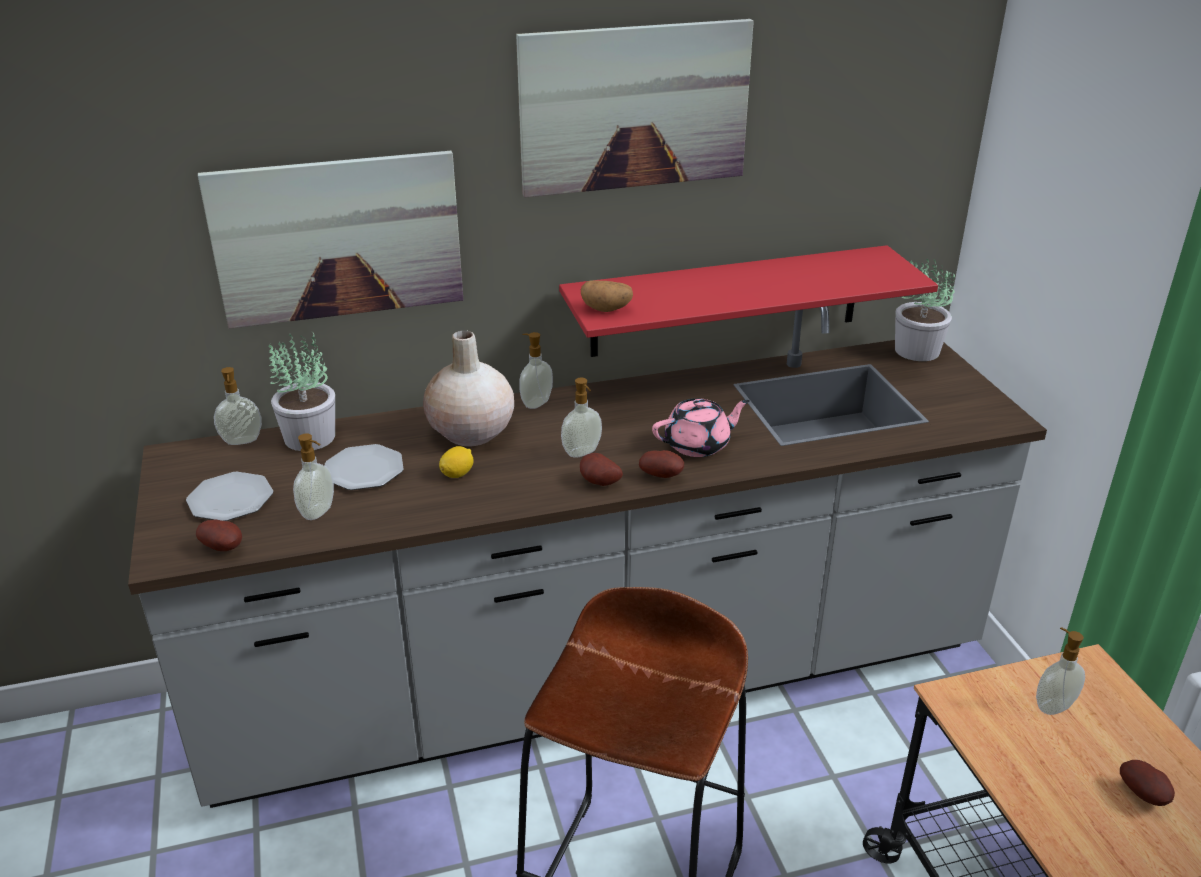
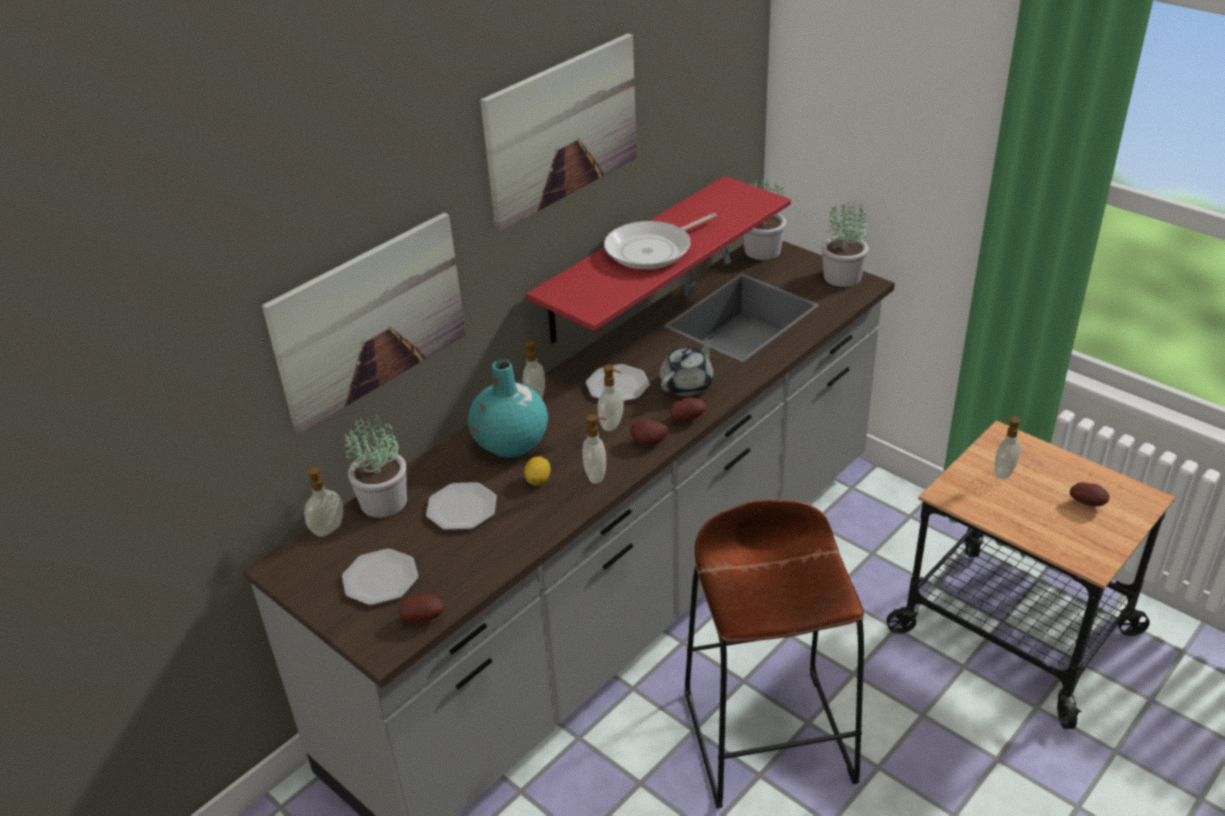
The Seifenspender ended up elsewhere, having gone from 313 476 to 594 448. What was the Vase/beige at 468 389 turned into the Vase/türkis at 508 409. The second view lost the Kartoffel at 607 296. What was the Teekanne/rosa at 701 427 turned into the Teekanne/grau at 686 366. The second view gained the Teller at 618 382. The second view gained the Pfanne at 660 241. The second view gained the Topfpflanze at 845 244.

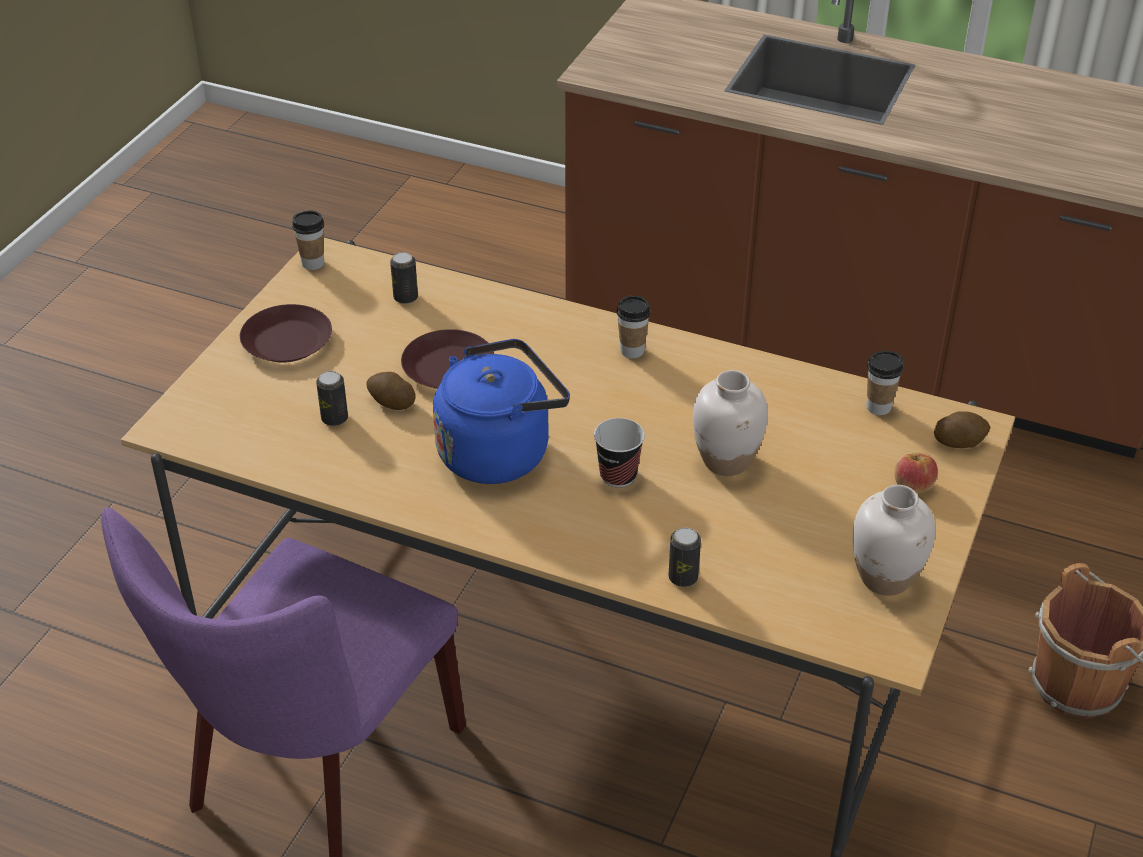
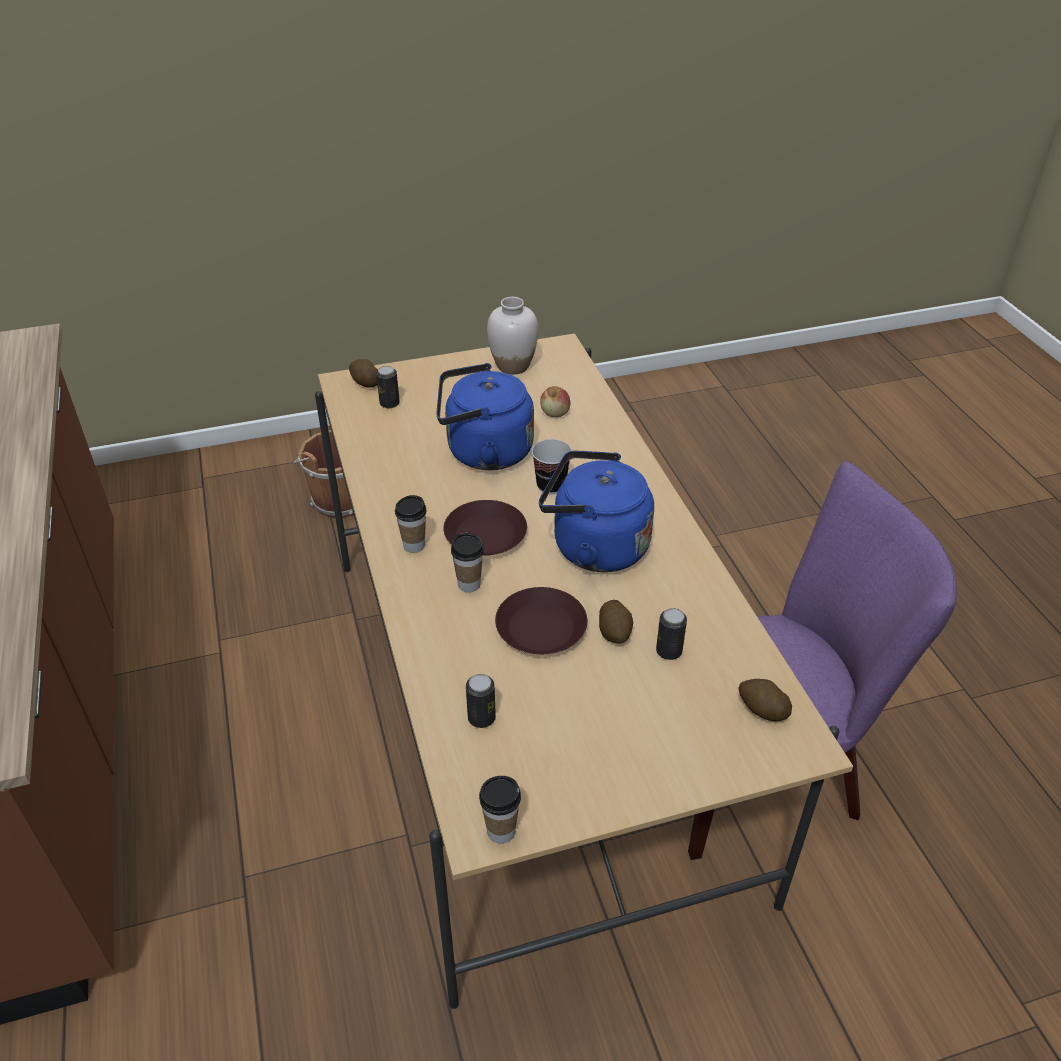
The Teller/braun ended up elsewhere, having gone from 286 333 to 485 528. The Dose ended up elsewhere, having gone from 684 557 to 388 387. Where the Vase/weiß stood at 730 423, the Wasserkessel/blau came to stand at 485 416. The Tasse ended up elsewhere, having gone from 885 383 to 467 563. The Apfel ended up elsewhere, having gone from 916 472 to 555 401. The second view gained the Kartoffel at 765 700.

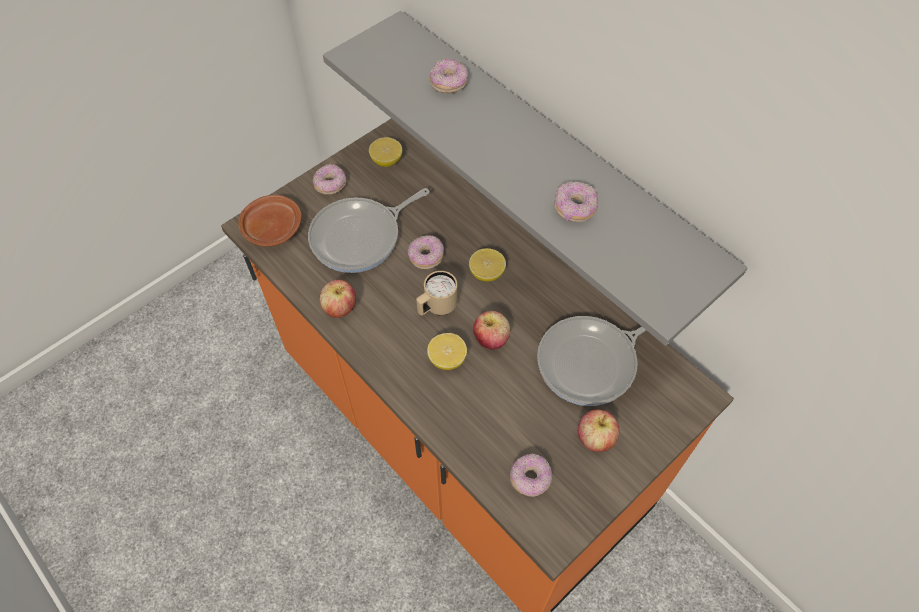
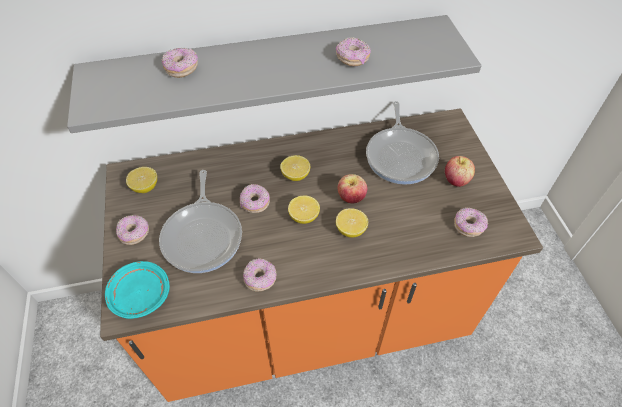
What was the Teller/braun at 270 221 turned into the Teller/türkis at 137 290. Where the Apfel stood at 338 299, the Donut came to stand at 260 275. Where the Henkelbecher/beige stood at 436 293, the Zitrone came to stand at 304 209.

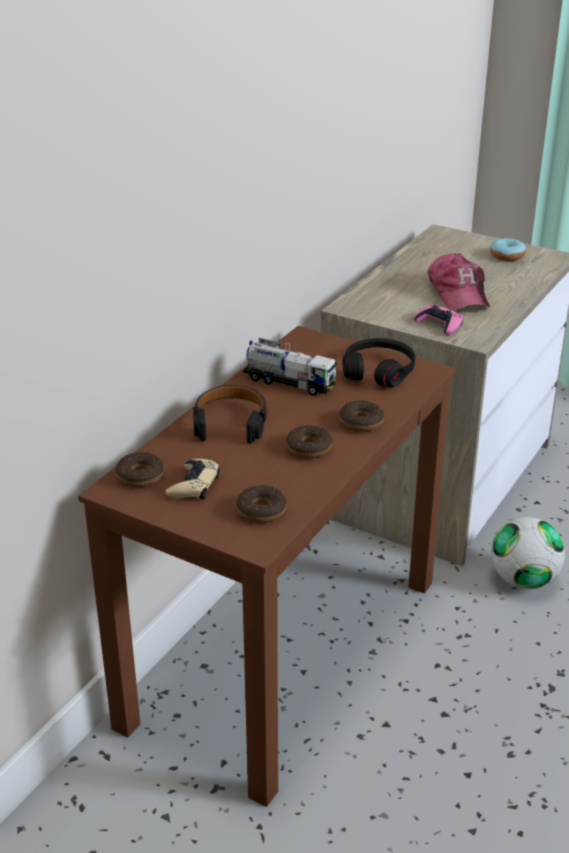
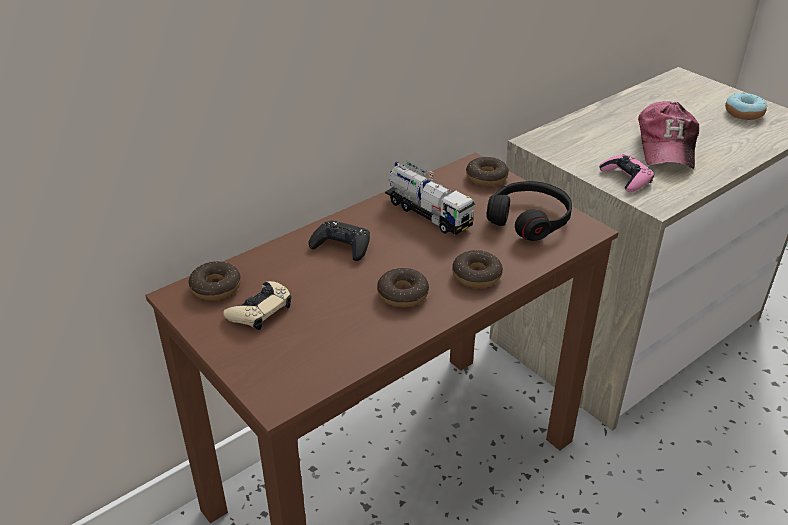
Where the Kopfhörer/schwarz stood at 230 414, the Gamepad/schwarz came to stand at 339 241. The Donut ended up elsewhere, having gone from 261 504 to 487 171. The second view lost the Fußball at 528 553.

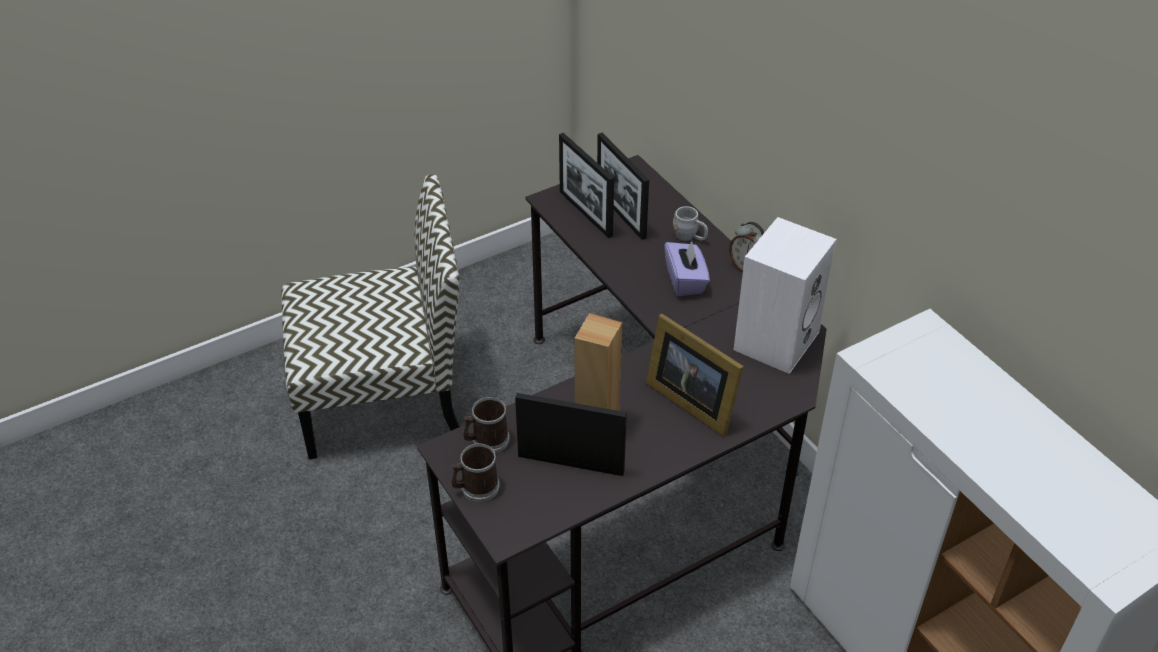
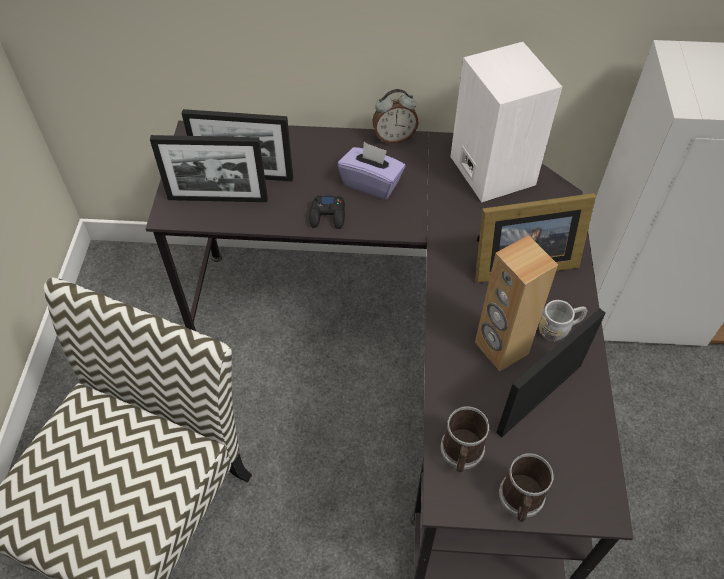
The Henkelbecher/grau ended up elsewhere, having gone from 690 223 to 563 320. The second view gained the Gamepad/schwarz at 327 212.

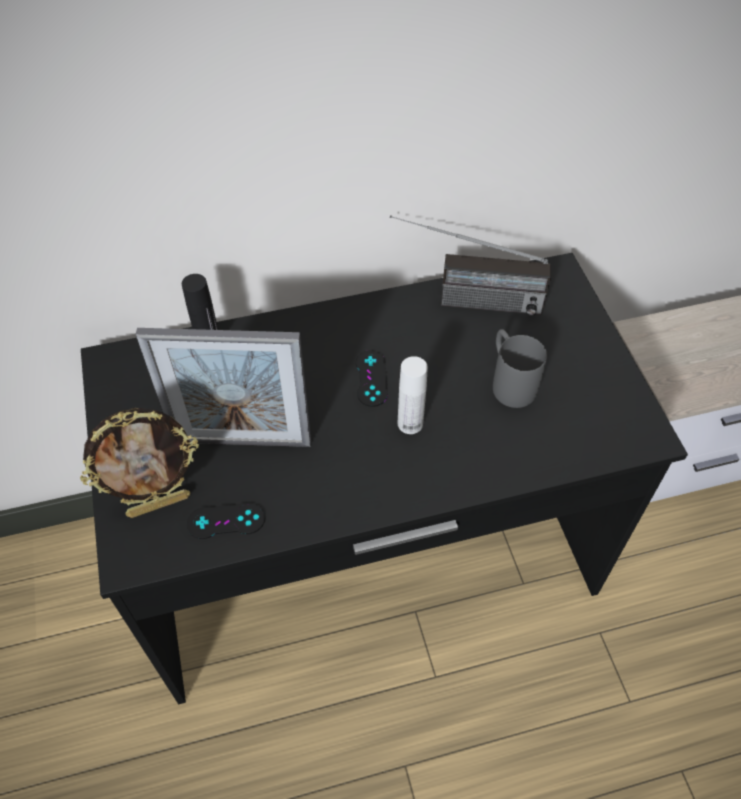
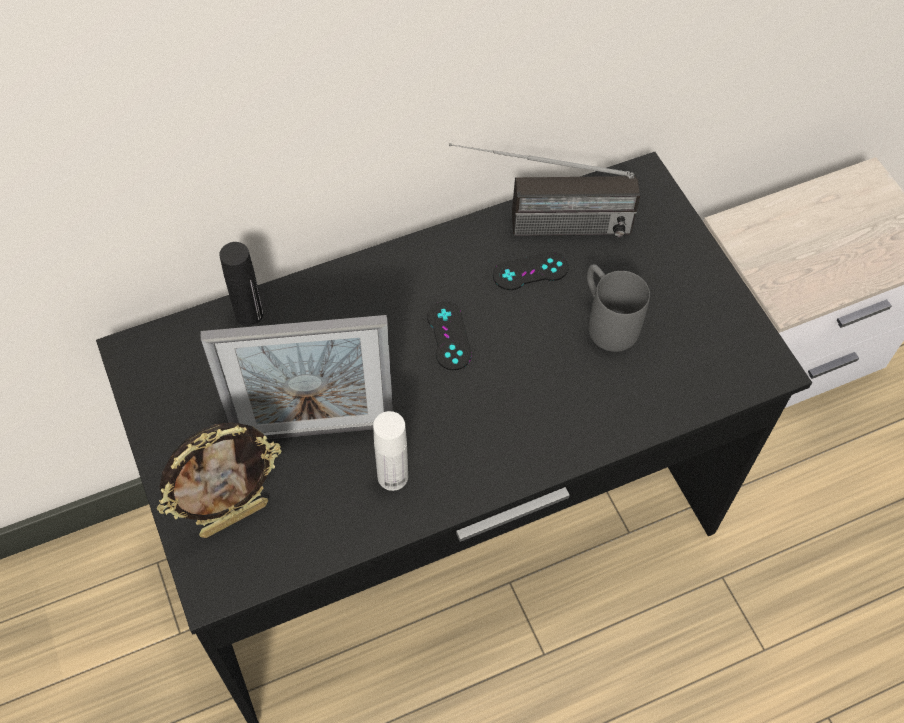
The Gamepad/schwarz ended up elsewhere, having gone from 226 521 to 531 271. The Flasche/weiß ended up elsewhere, having gone from 413 395 to 390 451.

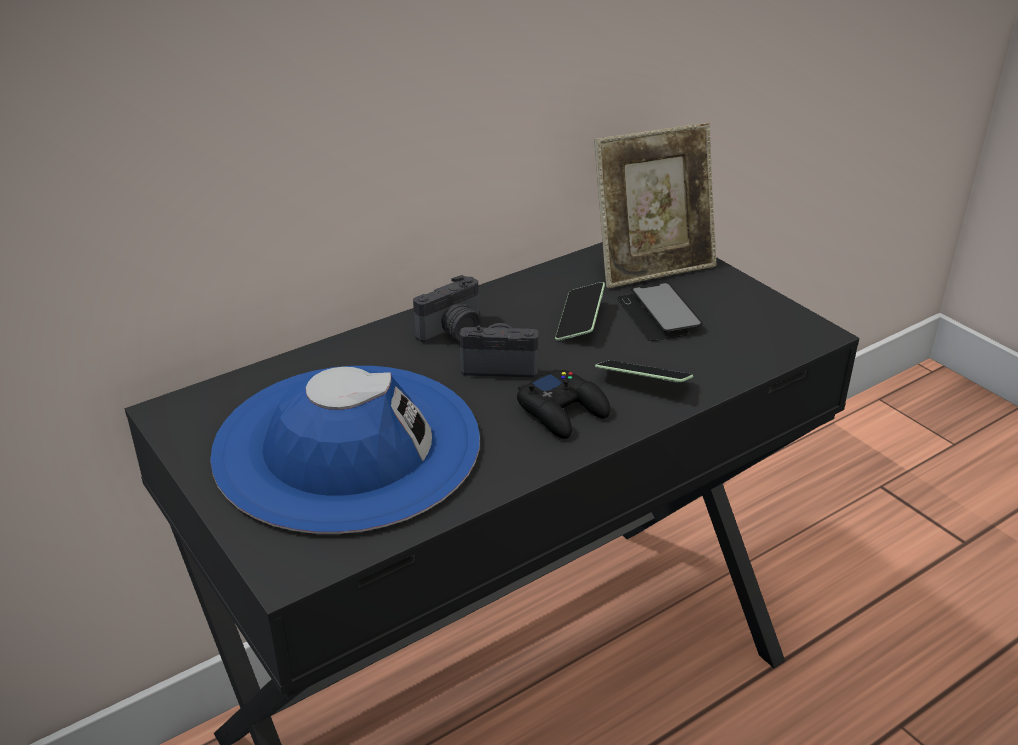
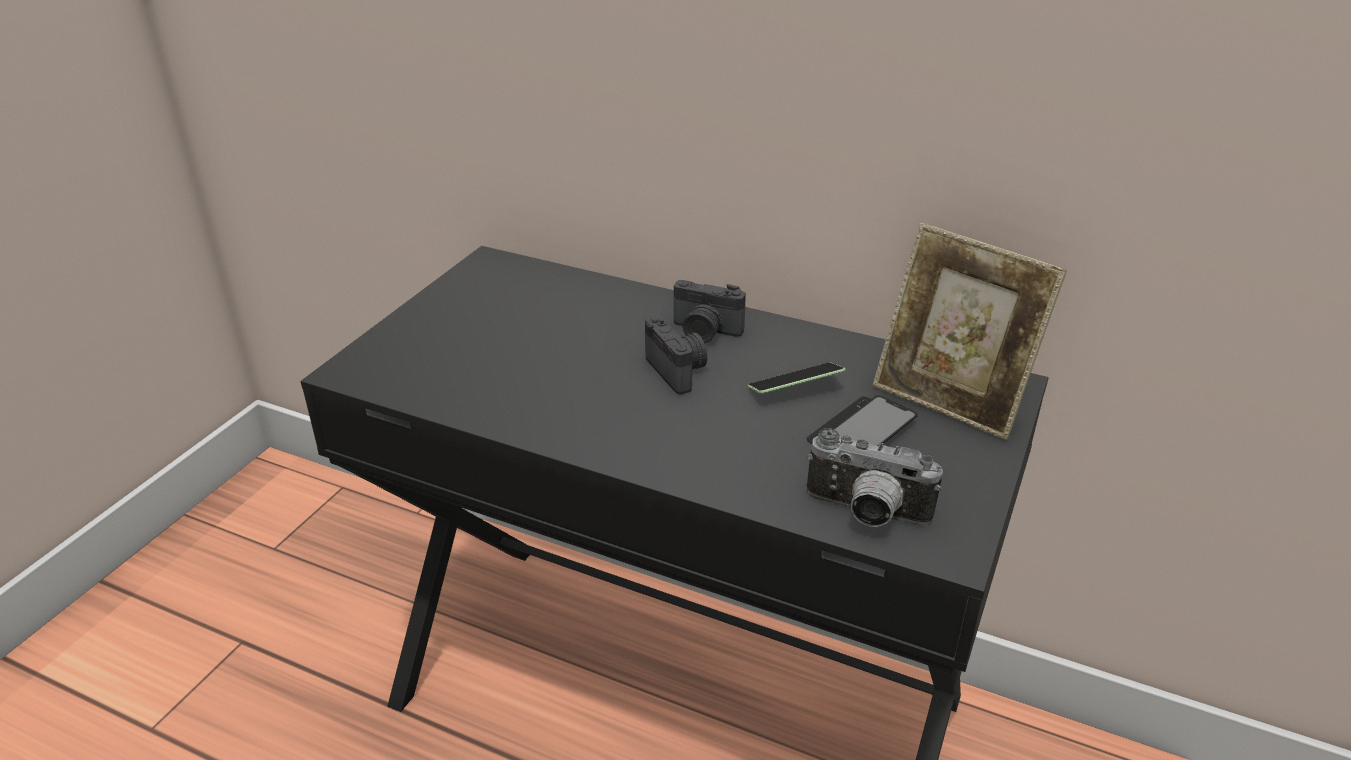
The second view lost the Hut/blau at 345 450. The second view lost the Gamepad/schwarz at 563 404. The second view lost the Handy at 644 371. The second view gained the Kamera at 875 477.

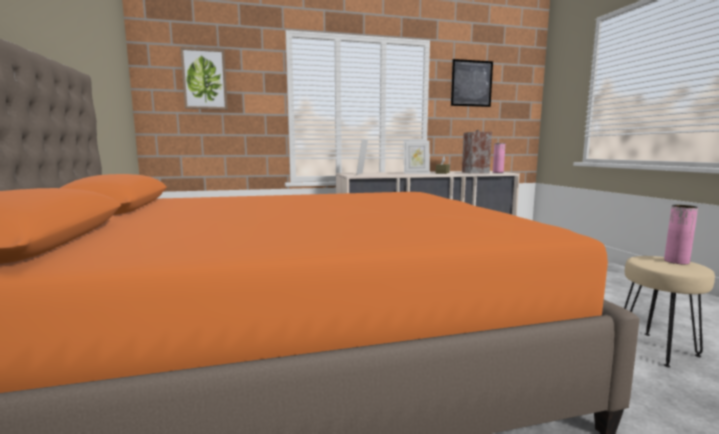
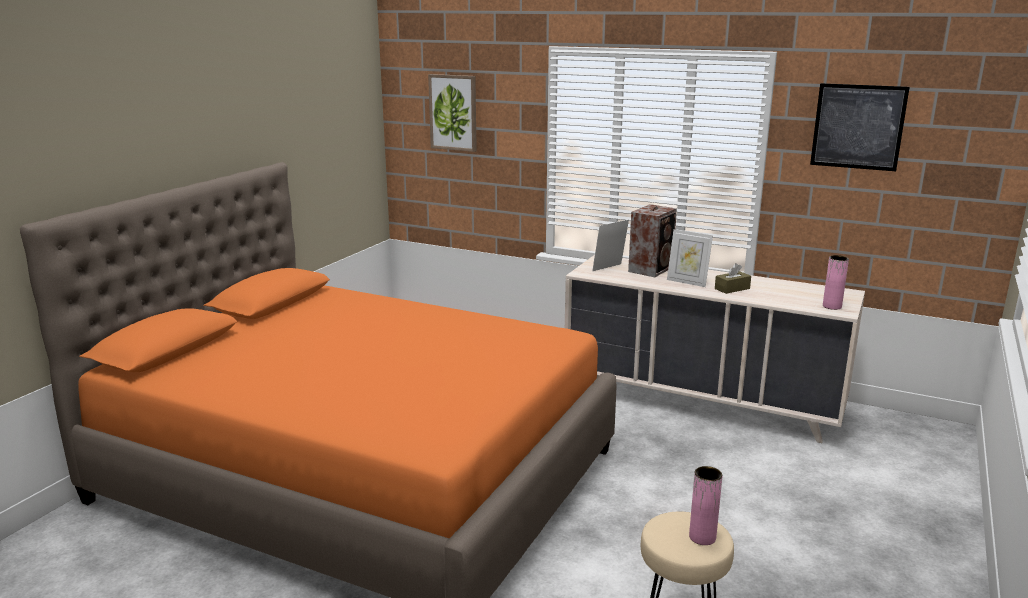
The Lautsprecher ended up elsewhere, having gone from 477 152 to 652 240.

